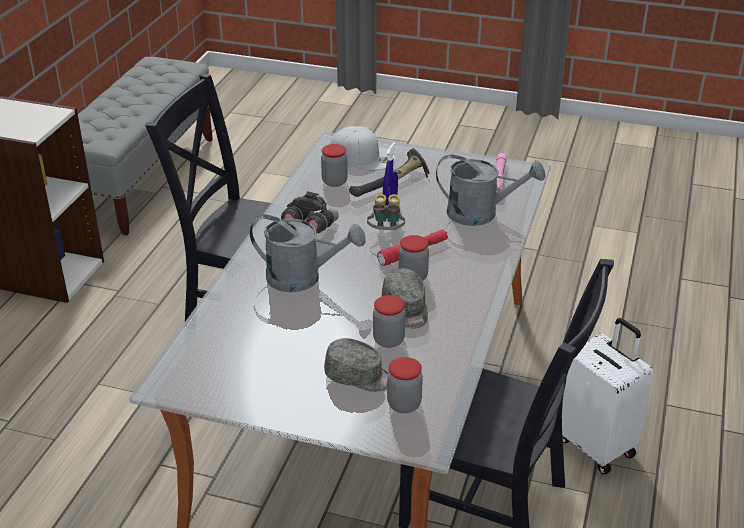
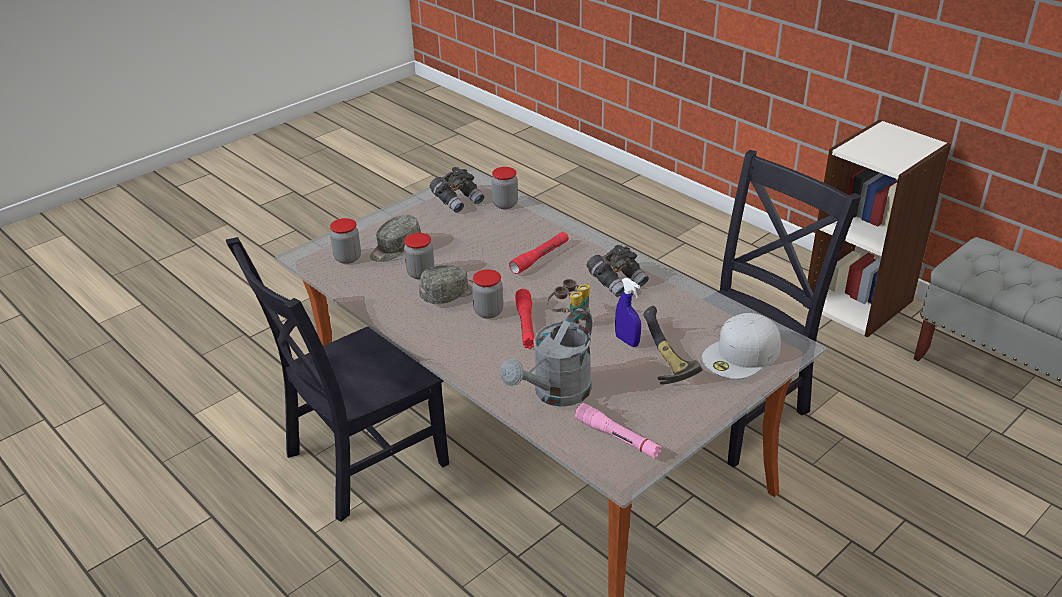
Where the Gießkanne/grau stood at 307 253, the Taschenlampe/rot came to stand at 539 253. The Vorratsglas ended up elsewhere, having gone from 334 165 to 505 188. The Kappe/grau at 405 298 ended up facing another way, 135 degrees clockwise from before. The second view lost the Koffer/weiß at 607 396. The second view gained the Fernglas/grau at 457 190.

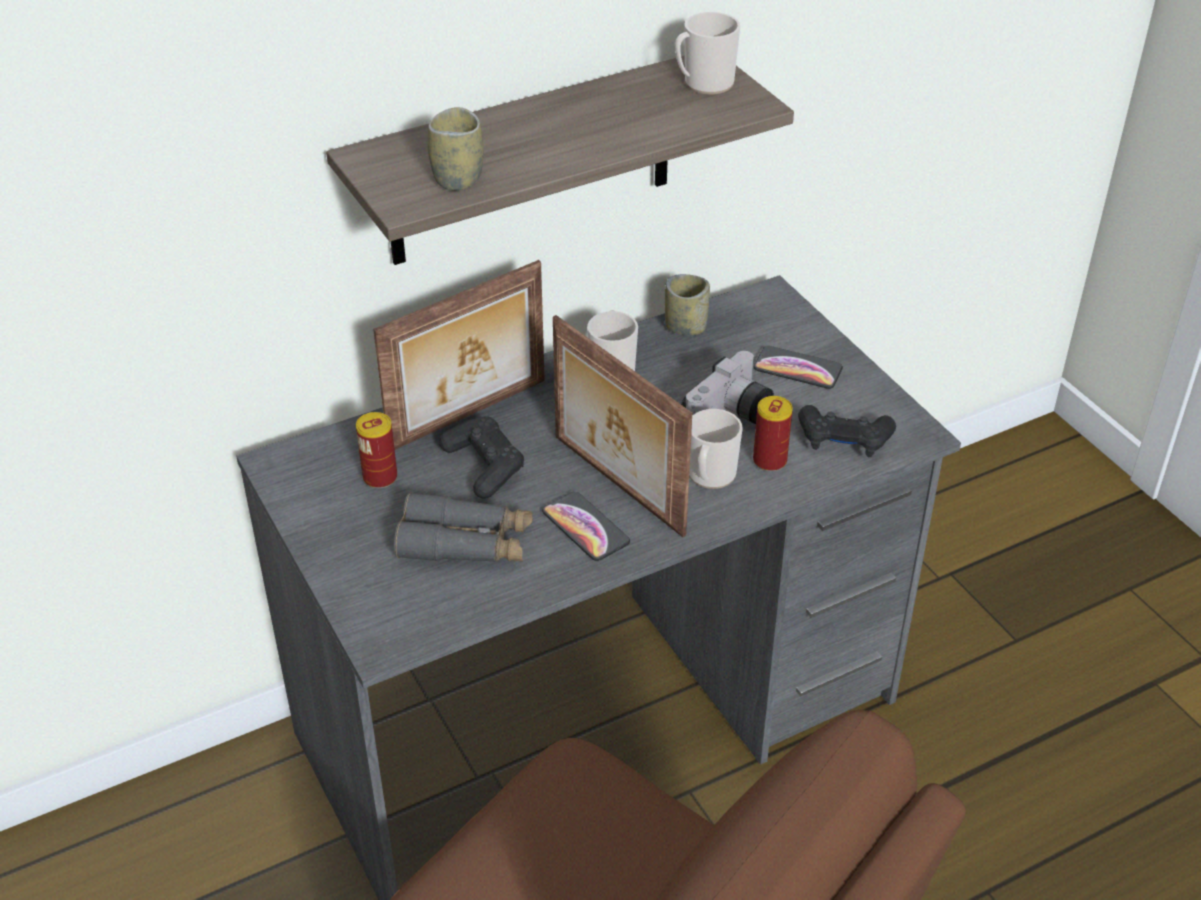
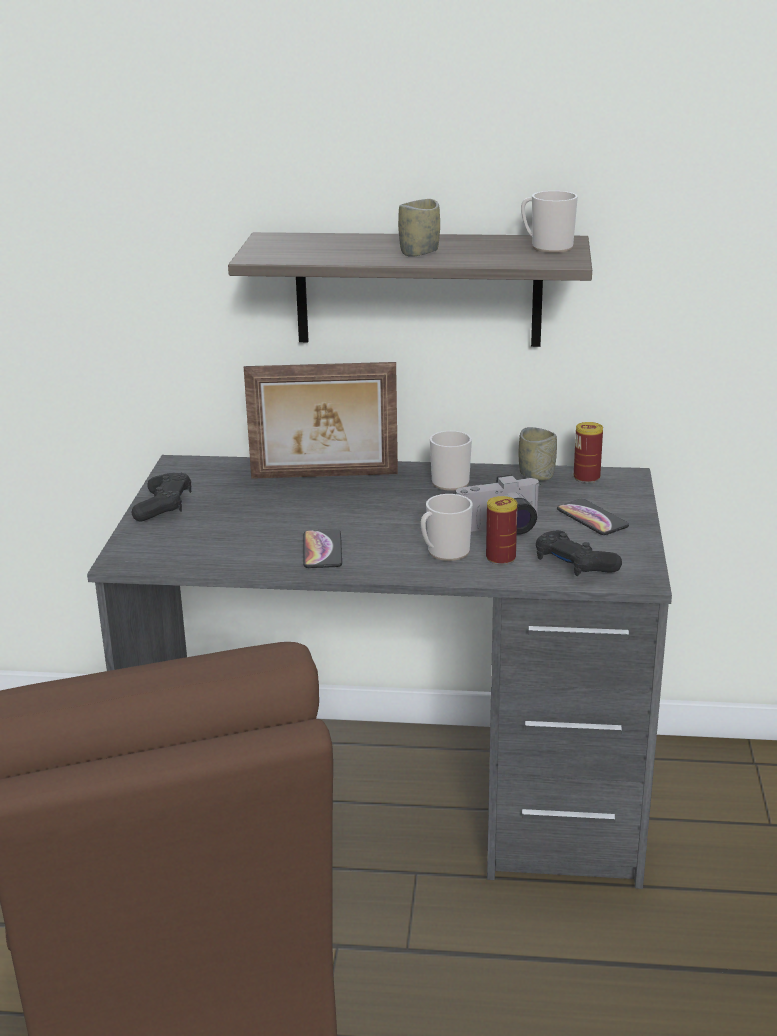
The Dose ended up elsewhere, having gone from 376 450 to 588 452. The second view lost the Fernglas/grau at 463 527. The Tasse ended up elsewhere, having gone from 456 149 to 419 228. The Gamepad/schwarz ended up elsewhere, having gone from 481 457 to 161 497. The second view lost the Bilderrahmen at 622 426.

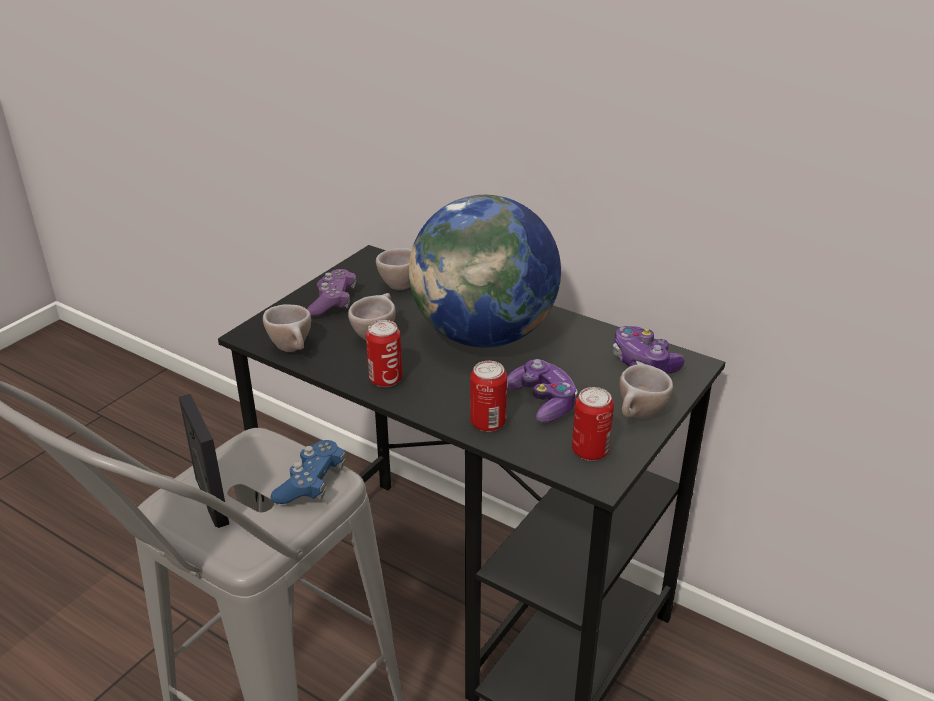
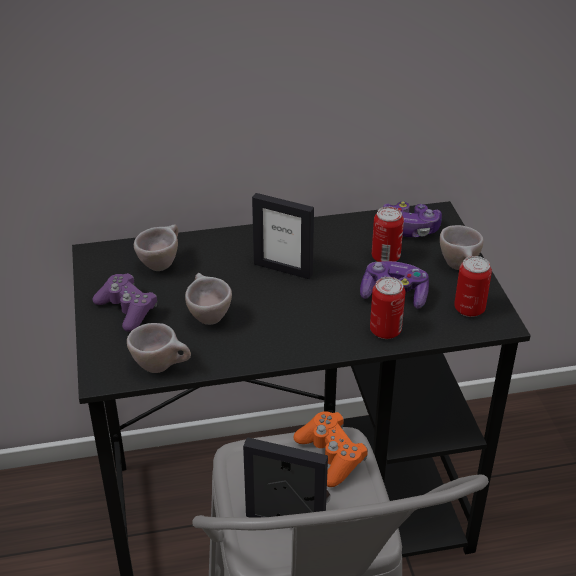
What was the Gamepad/blau at 308 472 turned into the Gamepad/orange at 331 449. The Dose ended up elsewhere, having gone from 384 353 to 388 234. Where the Globus stood at 485 271, the Bilderrahmen came to stand at 283 236.

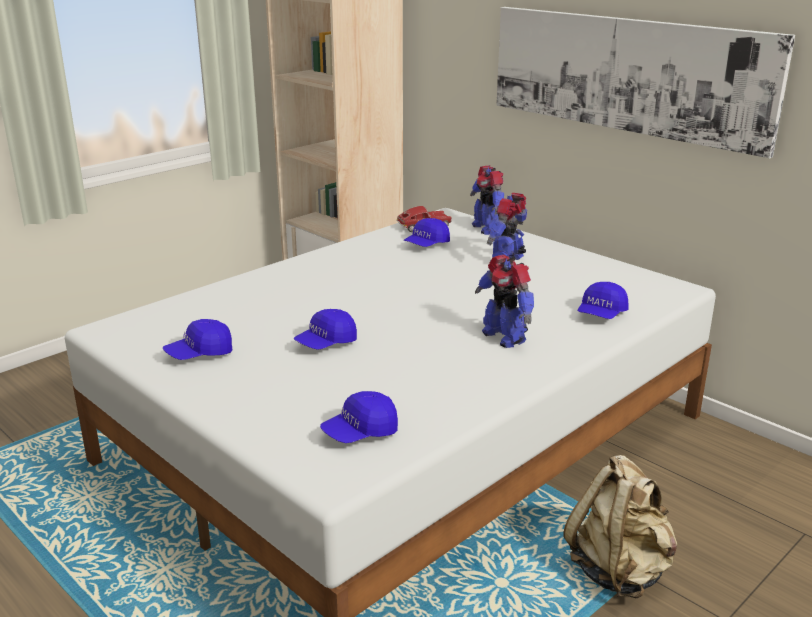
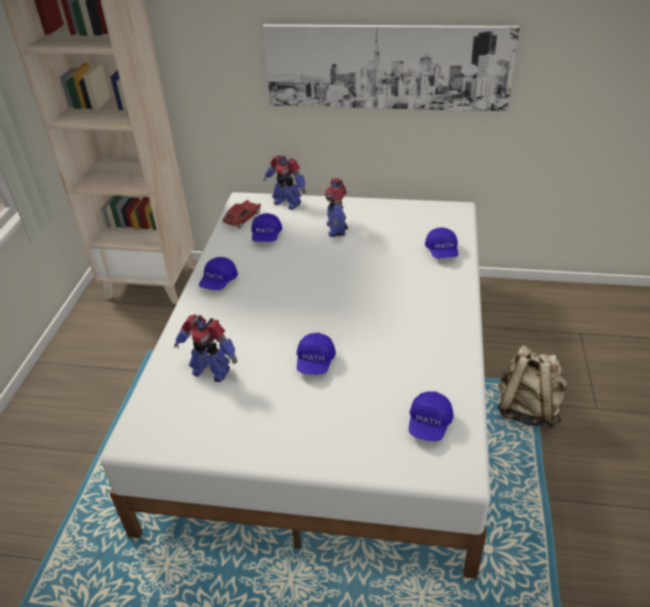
The Kappe/blau ended up elsewhere, having gone from 198 339 to 218 273. The Spielzeugroboter ended up elsewhere, having gone from 504 301 to 205 348.

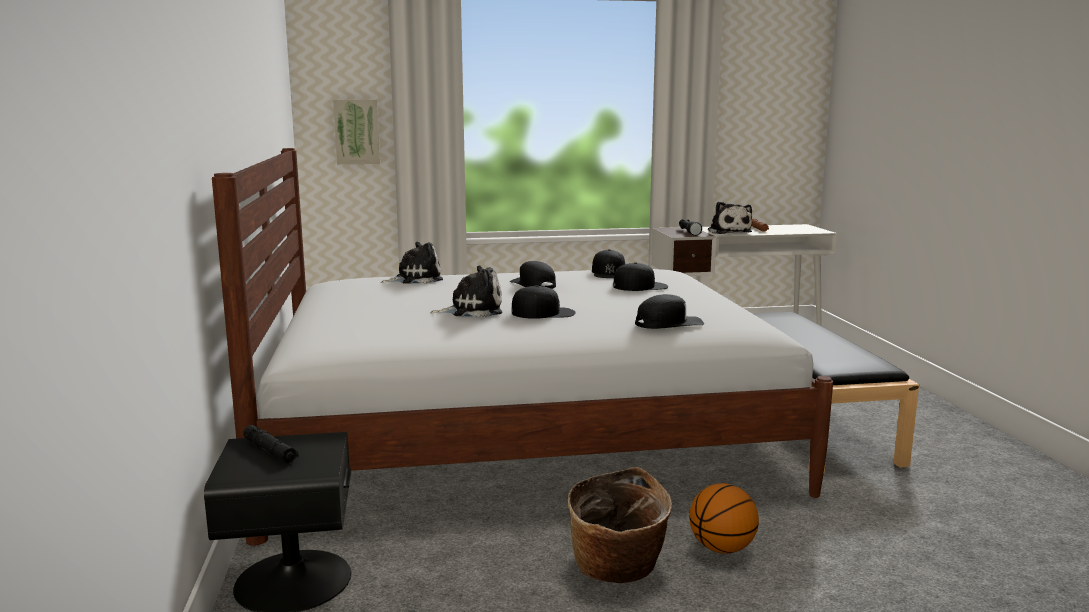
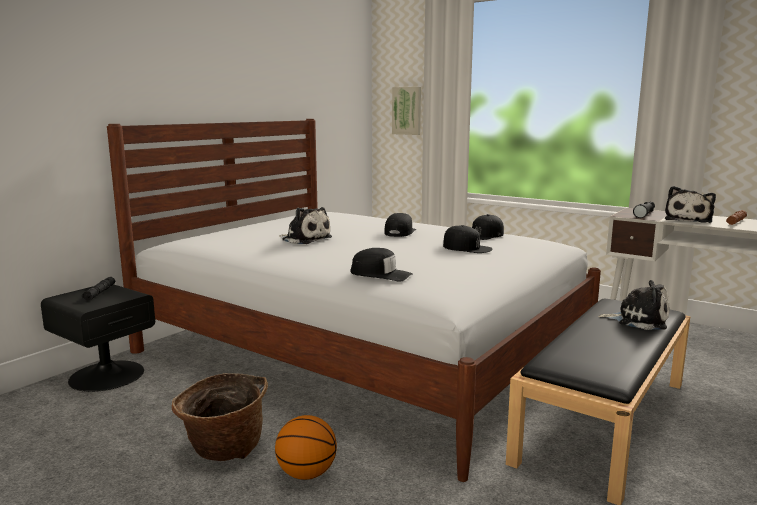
The Plüschtier ended up elsewhere, having gone from 412 263 to 634 305. The second view lost the Kappe/schwarz at 543 302.

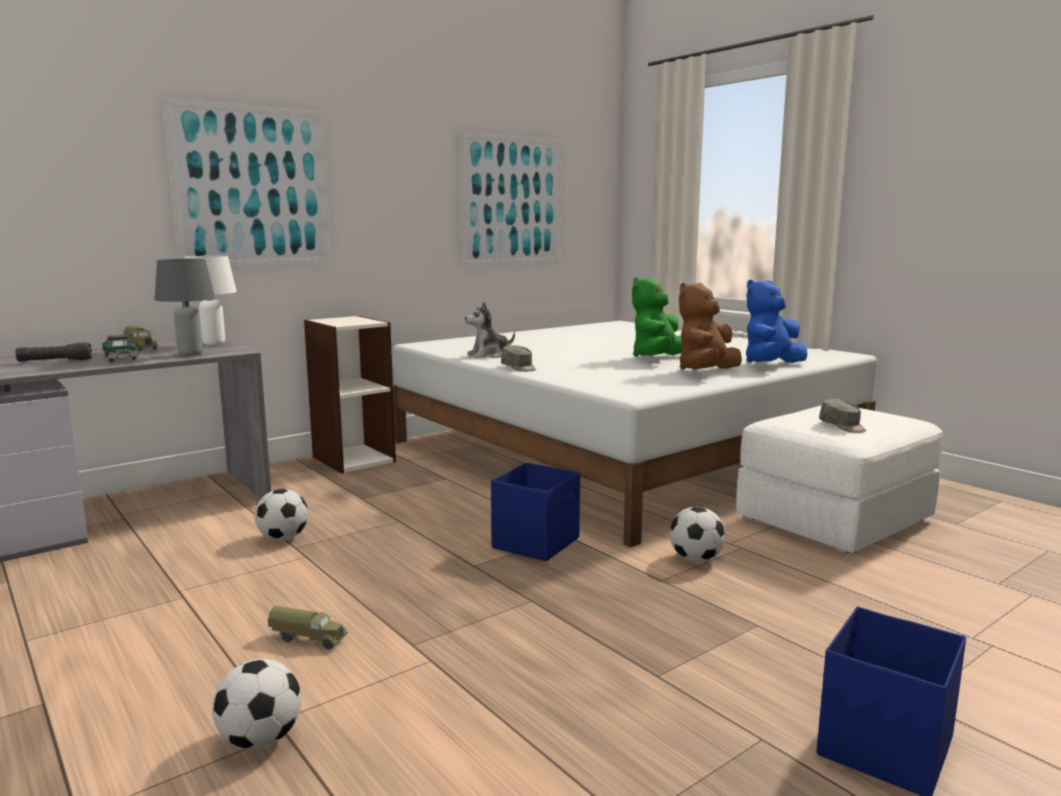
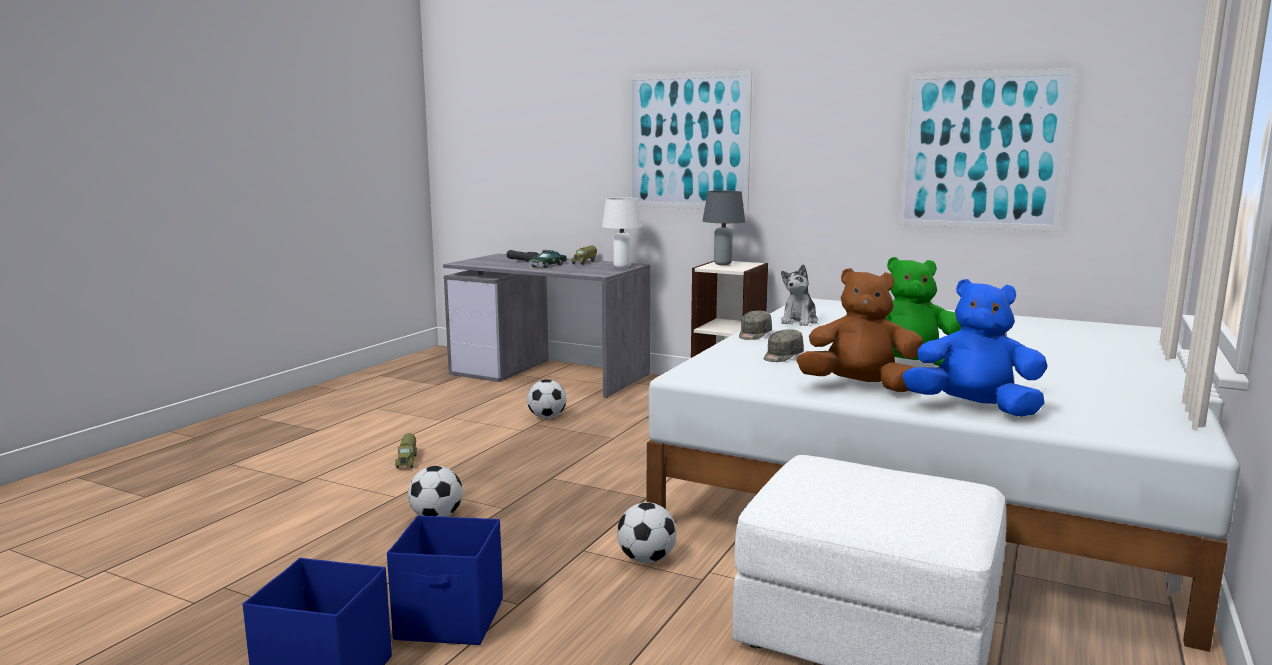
The Tischlampe/grau ended up elsewhere, having gone from 185 307 to 724 228. The Fußball ended up elsewhere, having gone from 256 704 to 435 491. The Plüschtier at 490 329 ended up facing another way, 105 degrees counterclockwise from before. The Aufbewahrungsbox/blau ended up elsewhere, having gone from 535 512 to 445 580. The Kappe/grau ended up elsewhere, having gone from 842 416 to 784 345.

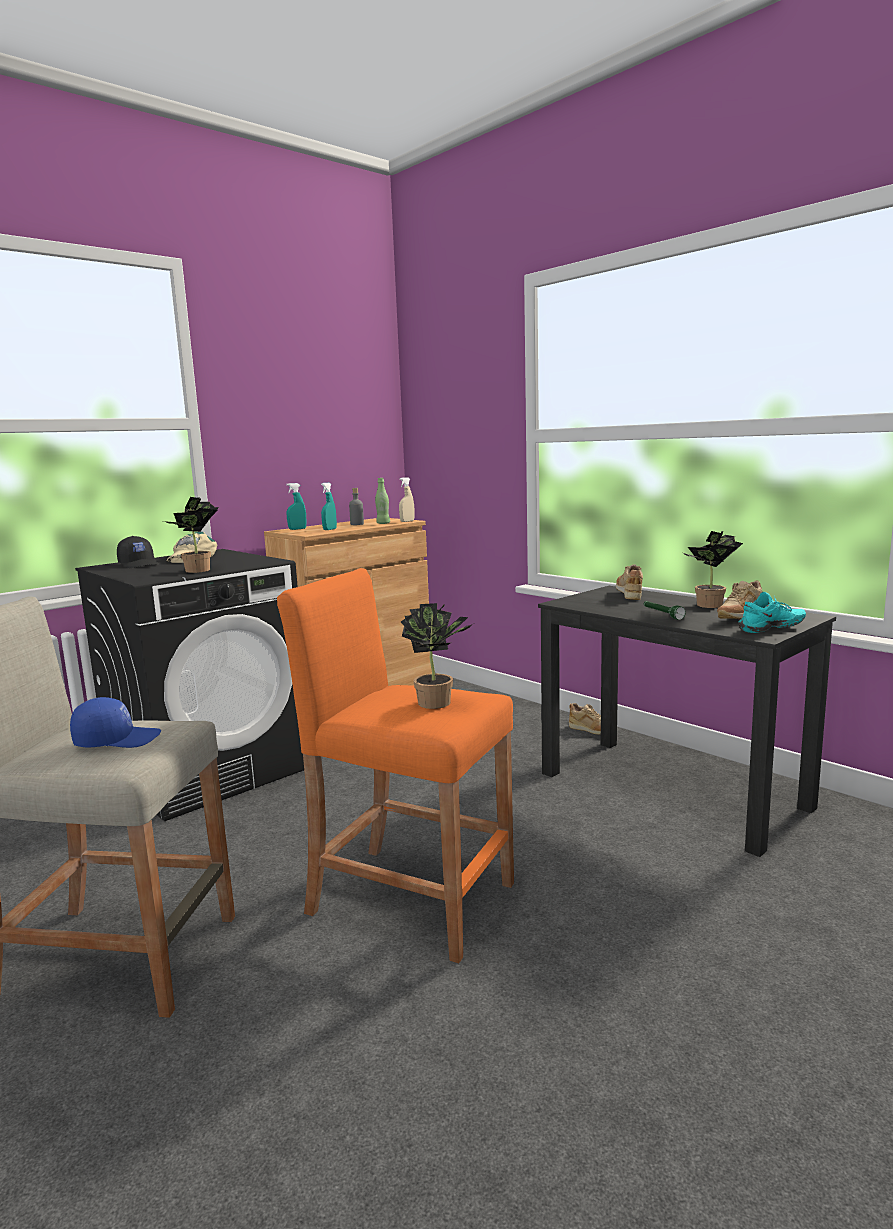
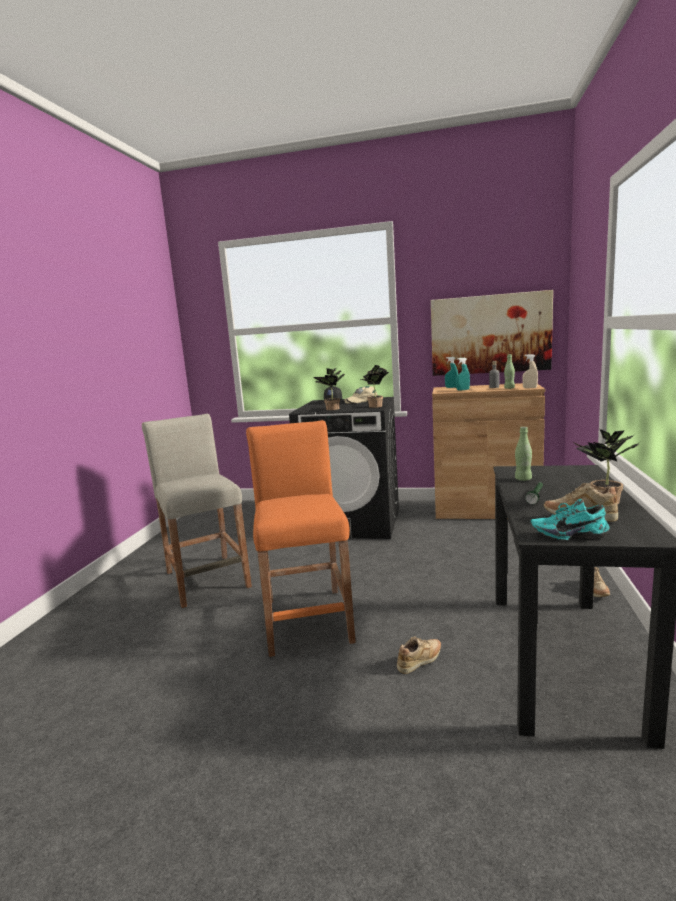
The second view lost the Kappe/blau at 115 722. The Topfpflanze ended up elsewhere, having gone from 438 656 to 375 386. The Schuh/beige ended up elsewhere, having gone from 629 582 to 419 655. The Schuh/türkis at 772 612 ended up facing another way, 150 degrees clockwise from before. The second view gained the Bild at 492 333. The second view gained the Flasche/grün at 523 454.

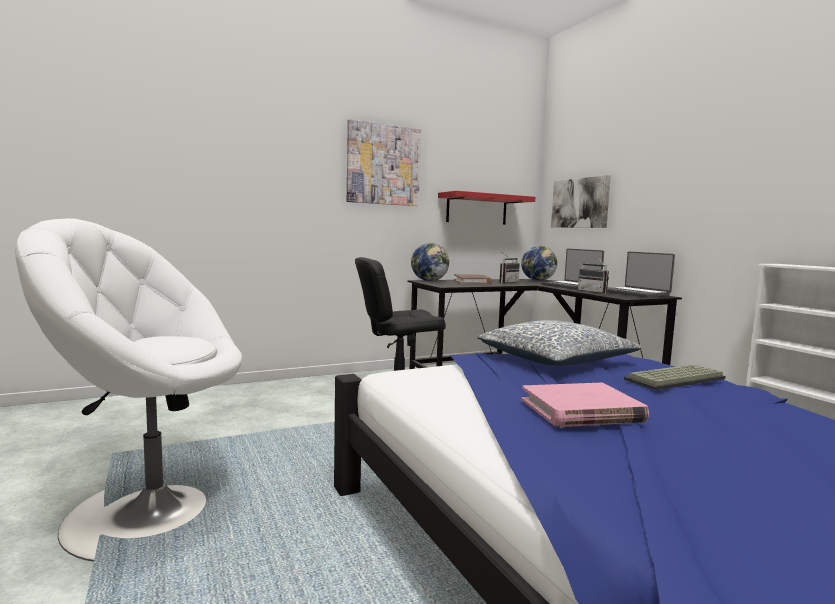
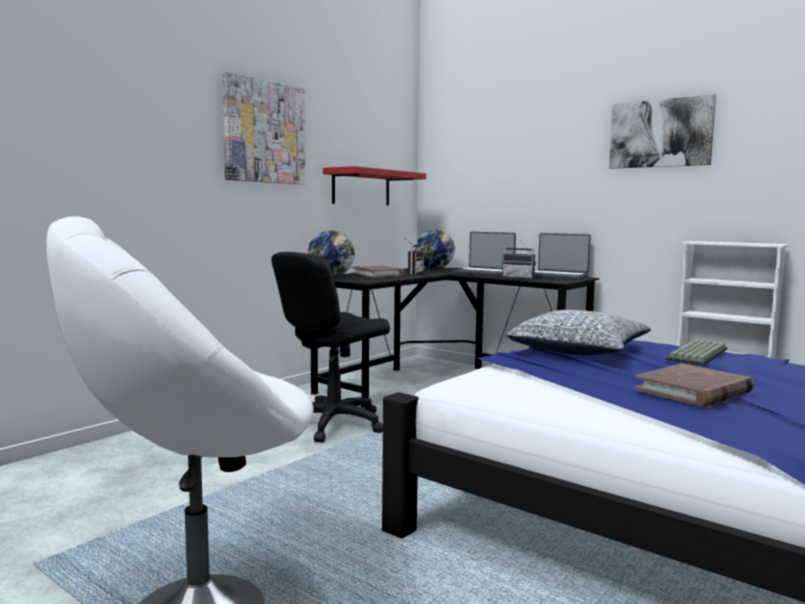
What was the Buch/rosa at 585 405 turned into the Buch/braun at 694 385. The Bild ended up elsewhere, having gone from 581 201 to 662 131.

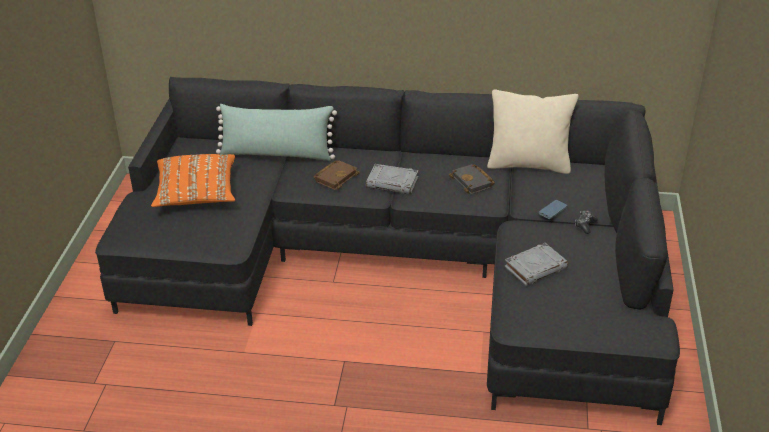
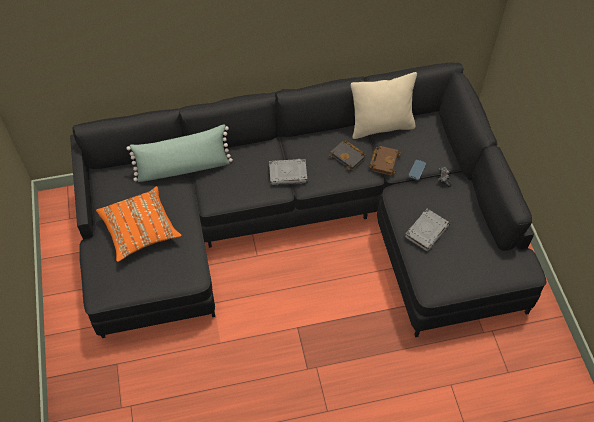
The Buch/braun ended up elsewhere, having gone from 337 175 to 385 160.

